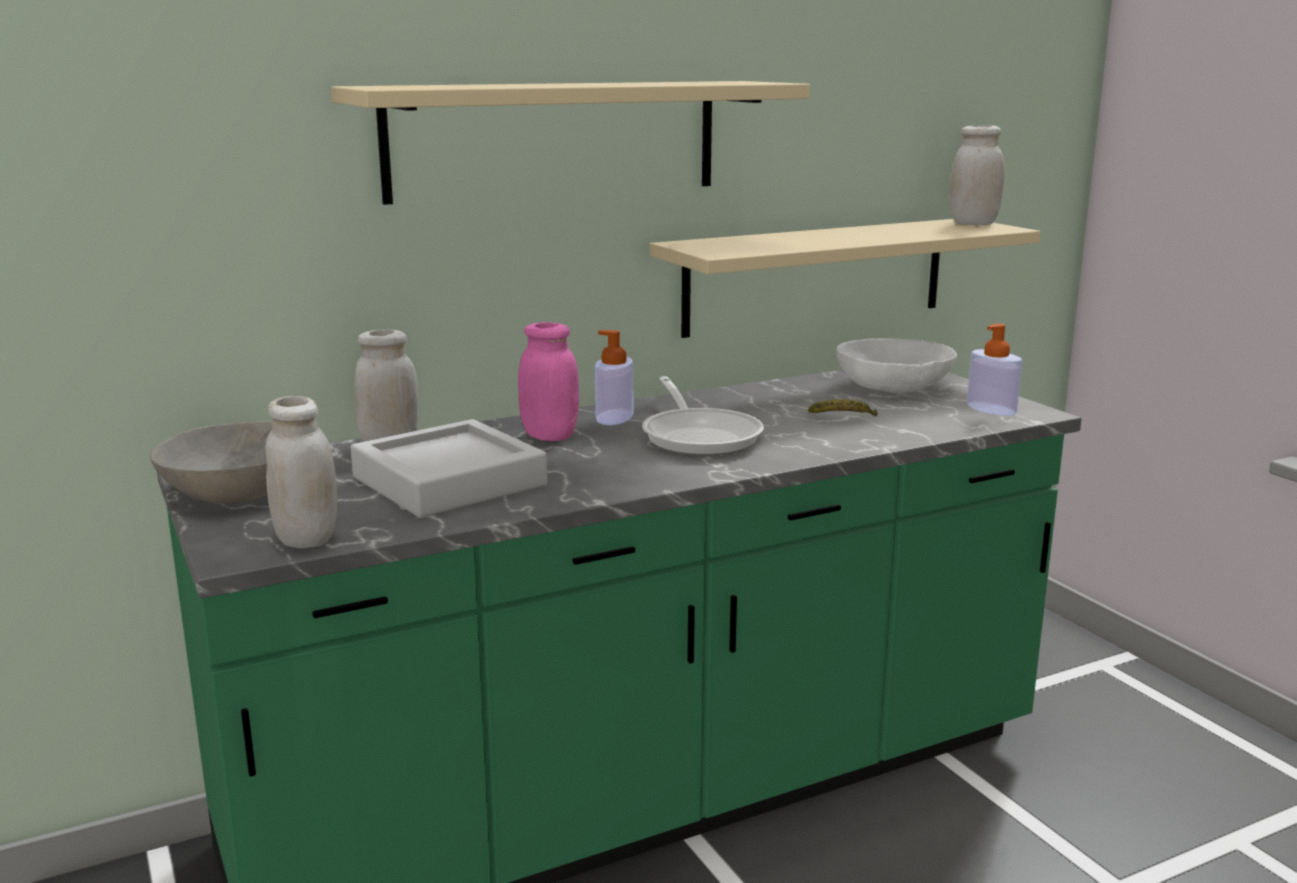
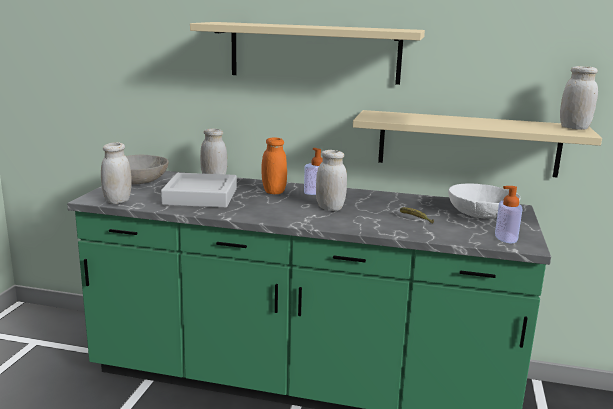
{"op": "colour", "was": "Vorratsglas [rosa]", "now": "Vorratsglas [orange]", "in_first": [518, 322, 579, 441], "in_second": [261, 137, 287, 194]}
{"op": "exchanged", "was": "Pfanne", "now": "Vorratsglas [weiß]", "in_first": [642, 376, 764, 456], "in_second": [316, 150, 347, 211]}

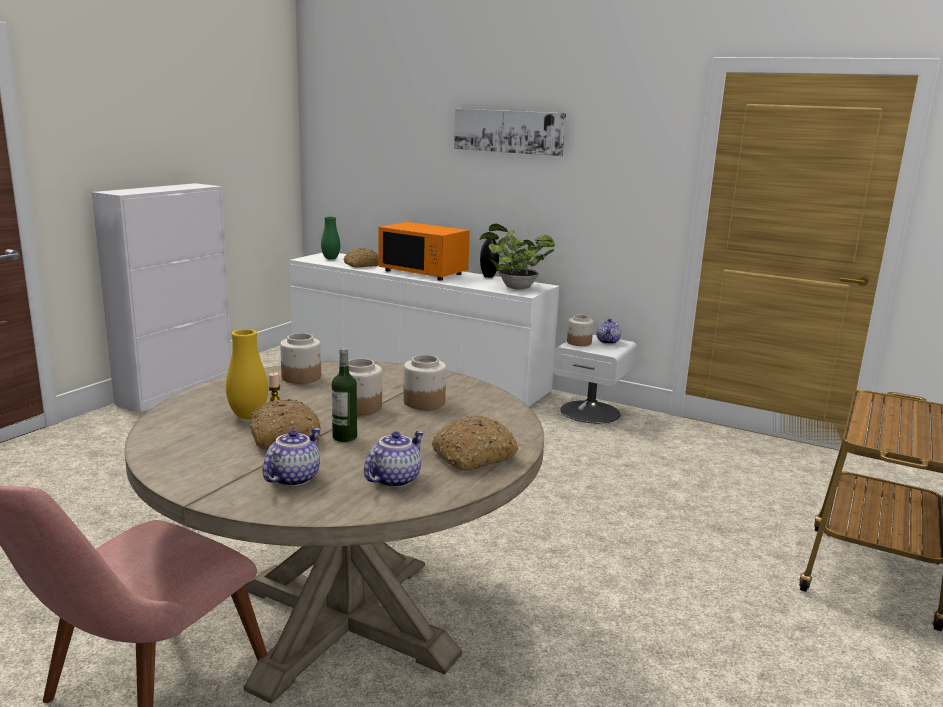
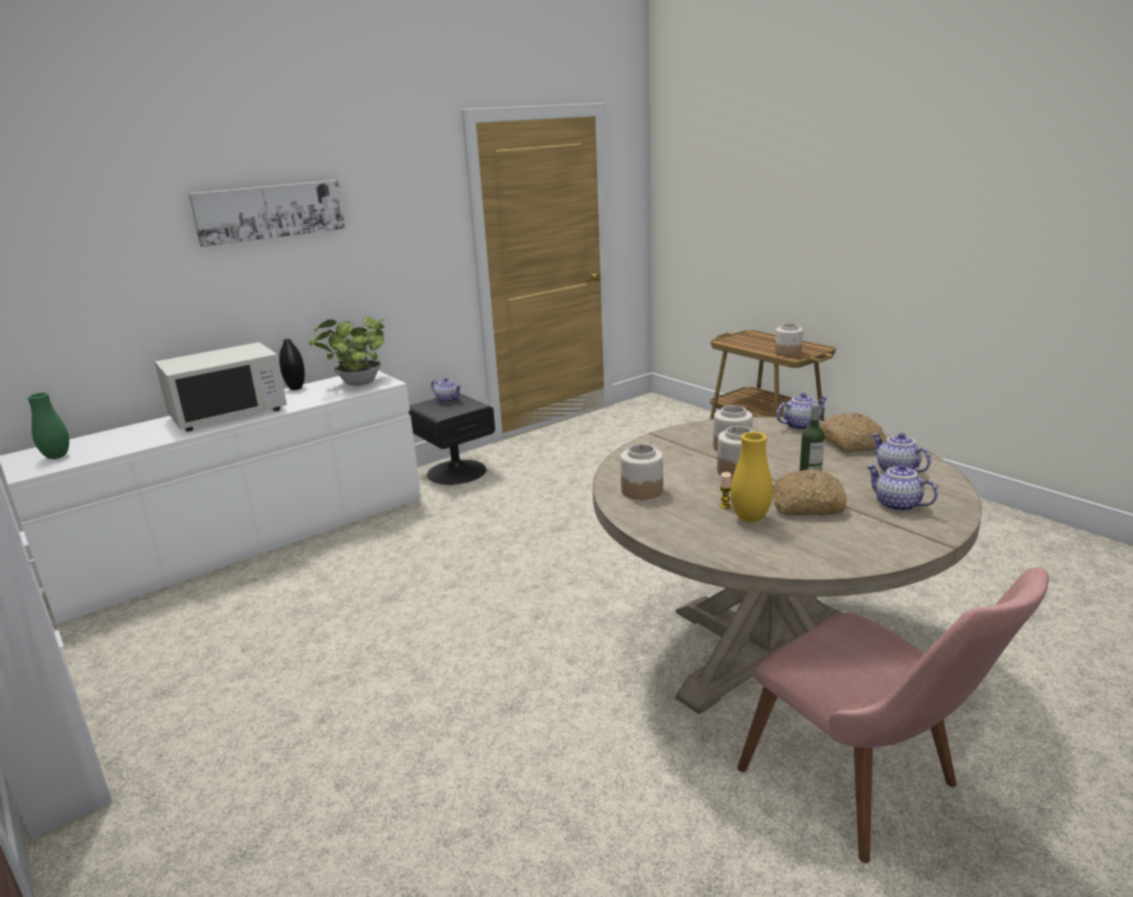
{"op": "colour", "was": "Mikrowelle [orange]", "now": "Mikrowelle [weiß]", "in_first": [378, 222, 470, 280], "in_second": [155, 342, 287, 432]}
{"op": "missing", "was": "Brot", "in_first": [344, 248, 378, 268]}
{"op": "relocated", "was": "Vorratsglas", "in_first": [567, 315, 594, 346], "in_second": [775, 323, 803, 356]}
{"op": "colour", "was": "Nachttisch [weiß]", "now": "Nachttisch [schwarz]", "in_first": [553, 335, 637, 423], "in_second": [409, 393, 495, 485]}
{"op": "appeared", "now": "Teekanne", "in_second": [776, 393, 828, 430]}

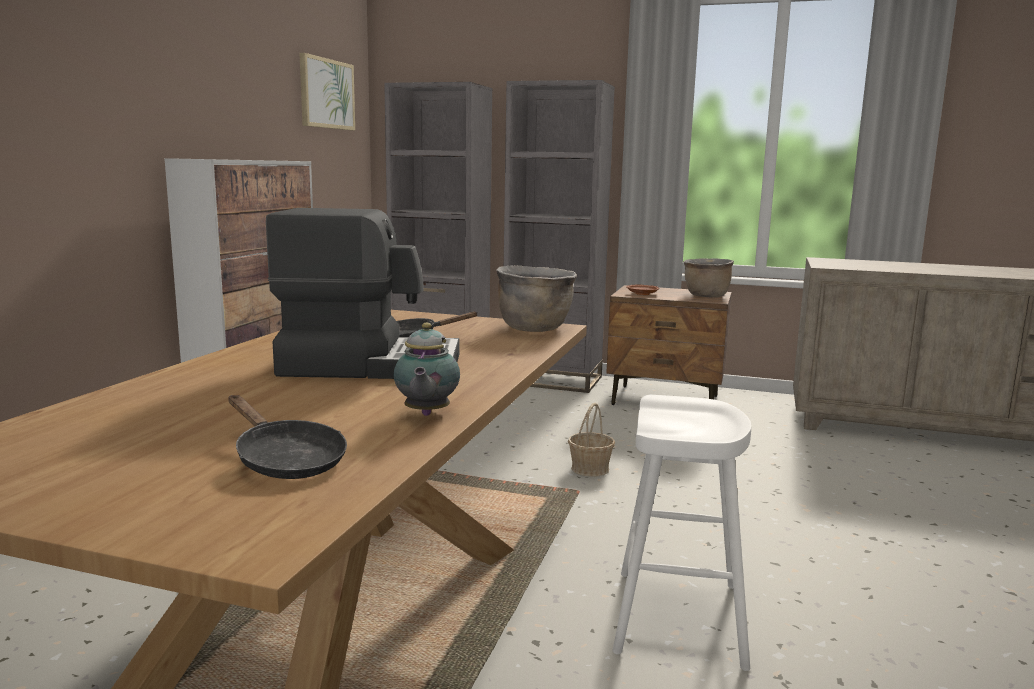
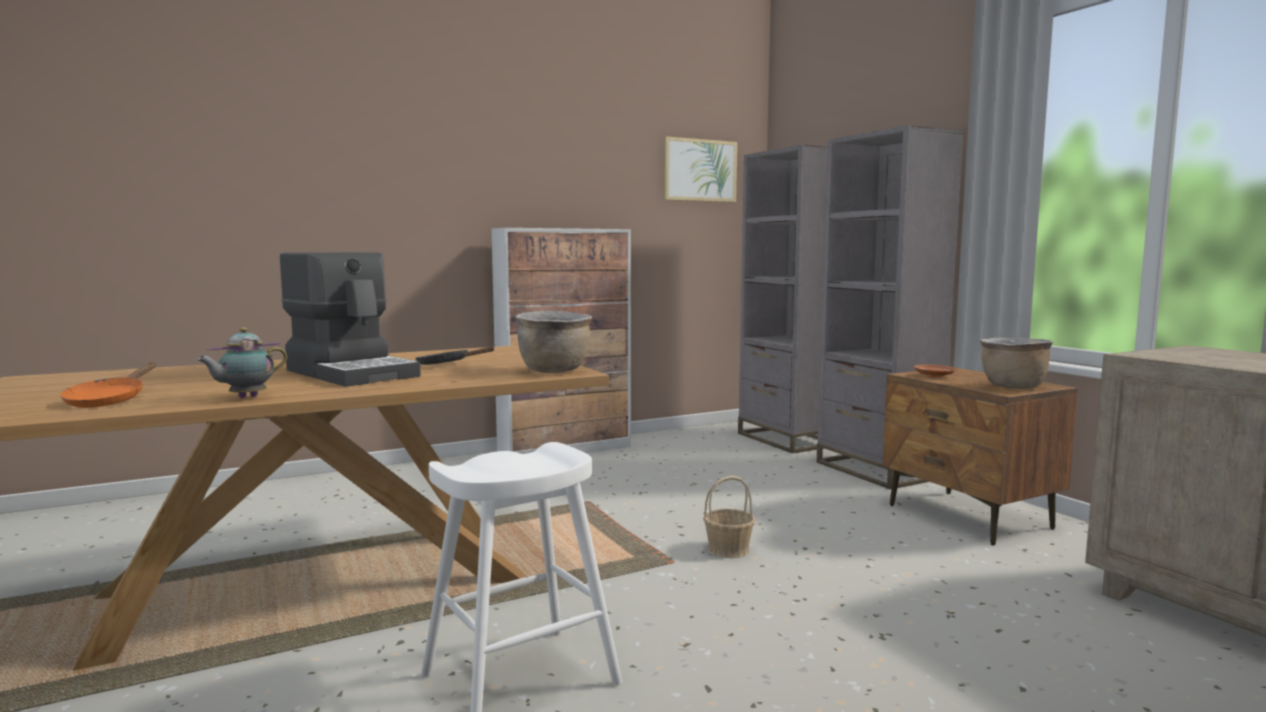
{"op": "colour", "was": "Pfanne [schwarz]", "now": "Pfanne [orange]", "in_first": [229, 395, 347, 479], "in_second": [60, 363, 156, 408]}

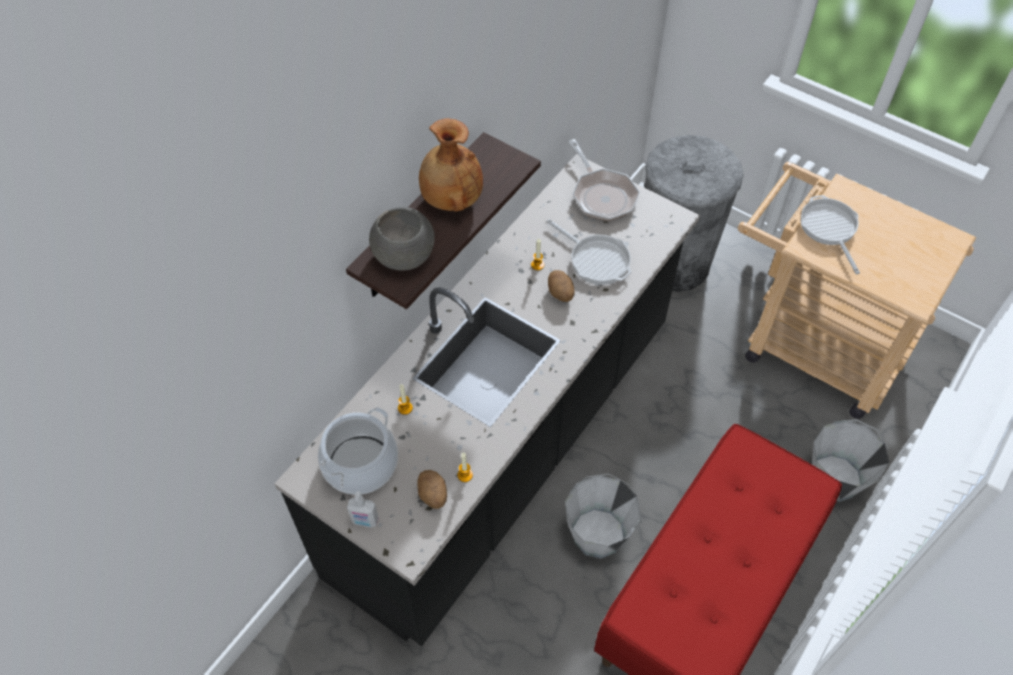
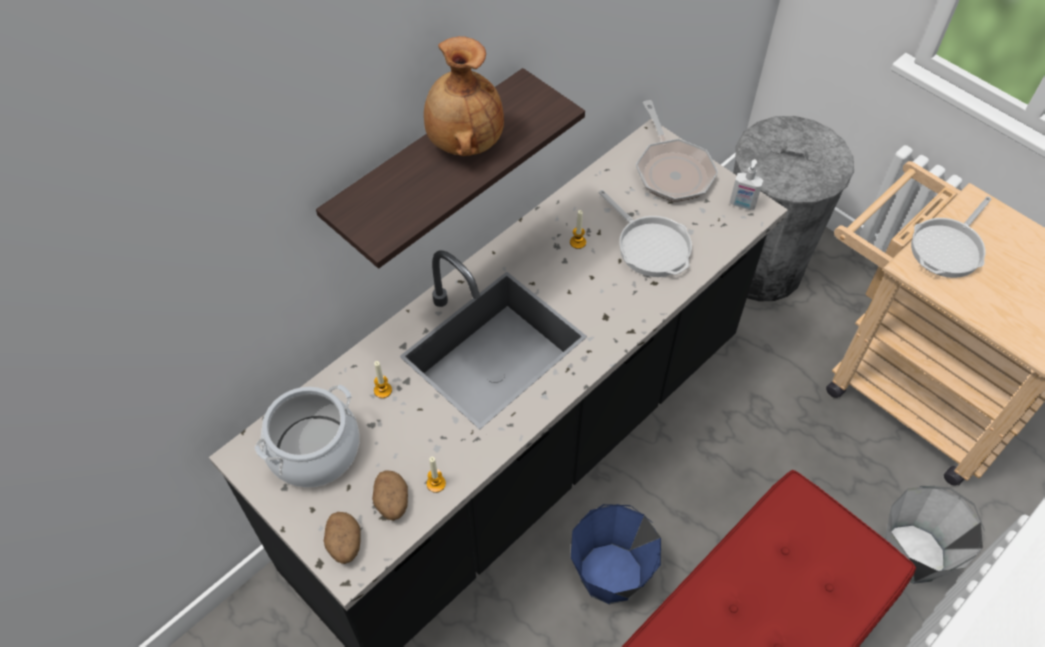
{"op": "spun", "was": "Pfanne", "in_first": [800, 195, 860, 274], "in_second": [911, 196, 991, 278], "clockwise": -135}
{"op": "missing", "was": "Schüssel [grau]", "in_first": [369, 207, 435, 271]}
{"op": "relocated", "was": "Kartoffel", "in_first": [548, 270, 574, 302], "in_second": [324, 512, 361, 564]}
{"op": "colour", "was": "Eimer [grau]", "now": "Eimer [blau]", "in_first": [565, 474, 641, 559], "in_second": [571, 504, 661, 605]}
{"op": "relocated", "was": "Seifenspender", "in_first": [347, 491, 379, 528], "in_second": [730, 159, 763, 210]}

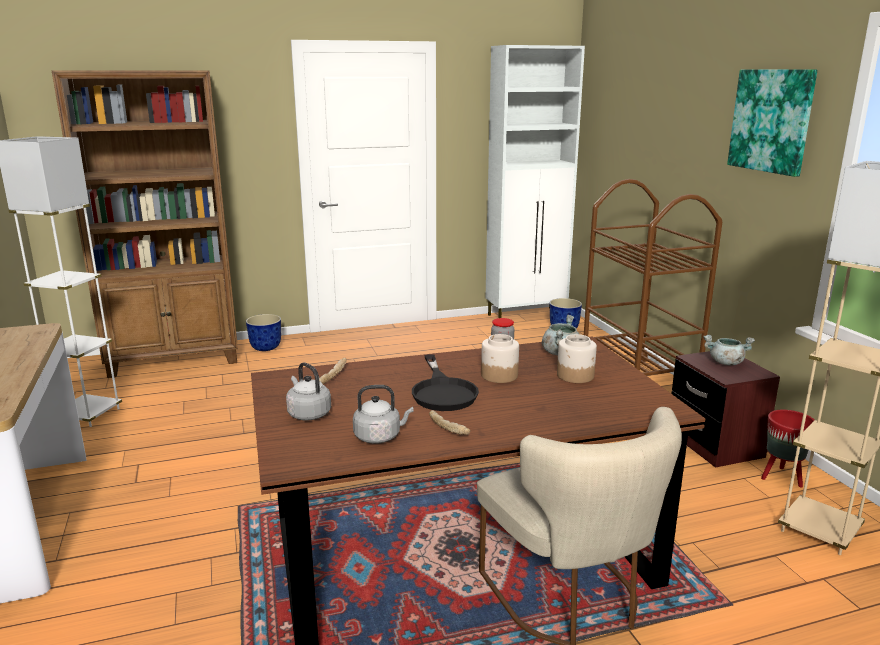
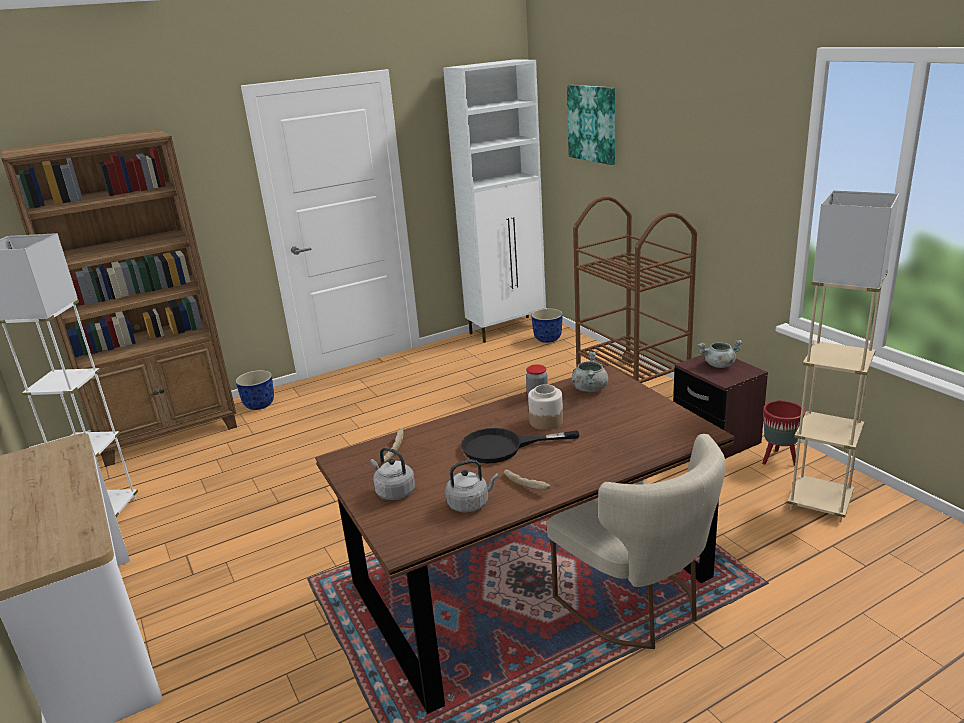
{"op": "relocated", "was": "Bild", "in_first": [727, 69, 817, 177], "in_second": [567, 85, 615, 165]}
{"op": "missing", "was": "Vorratsglas", "in_first": [557, 334, 597, 383]}
{"op": "spun", "was": "Pfanne [schwarz]", "in_first": [412, 354, 479, 411], "in_second": [461, 428, 579, 463], "clockwise": 105}

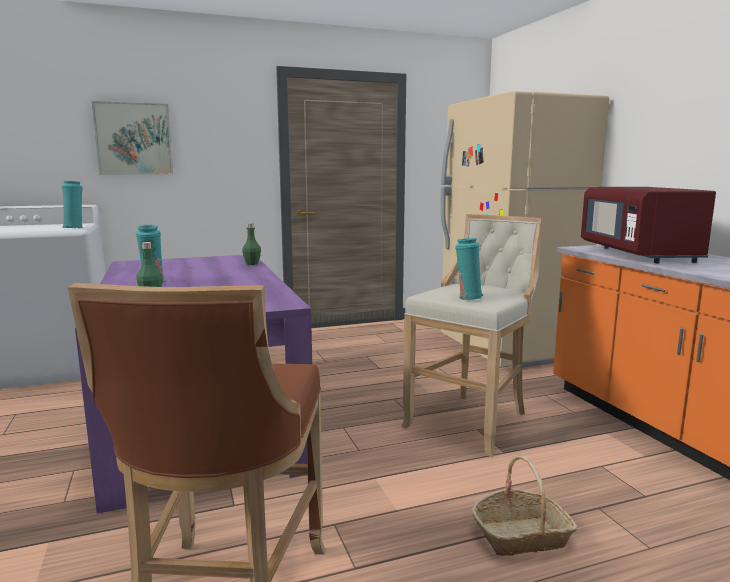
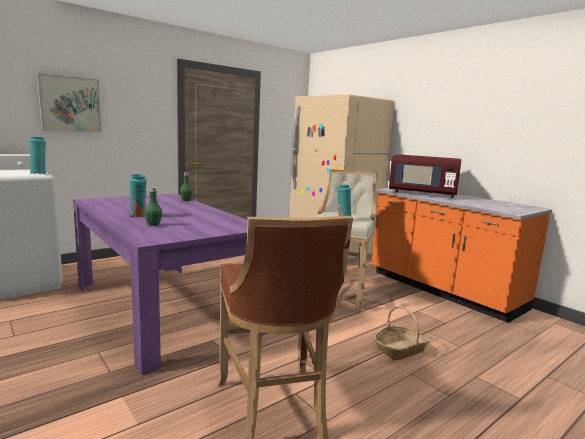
{"op": "spun", "was": "Mikrowelle [rot]", "in_first": [581, 187, 716, 263], "in_second": [389, 154, 461, 198], "clockwise": -45}

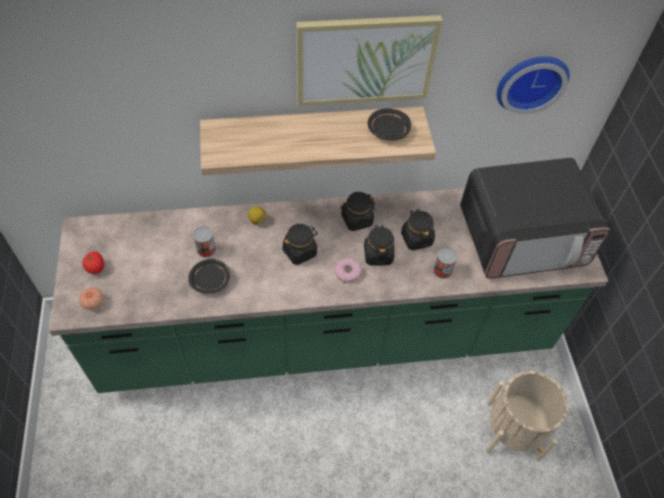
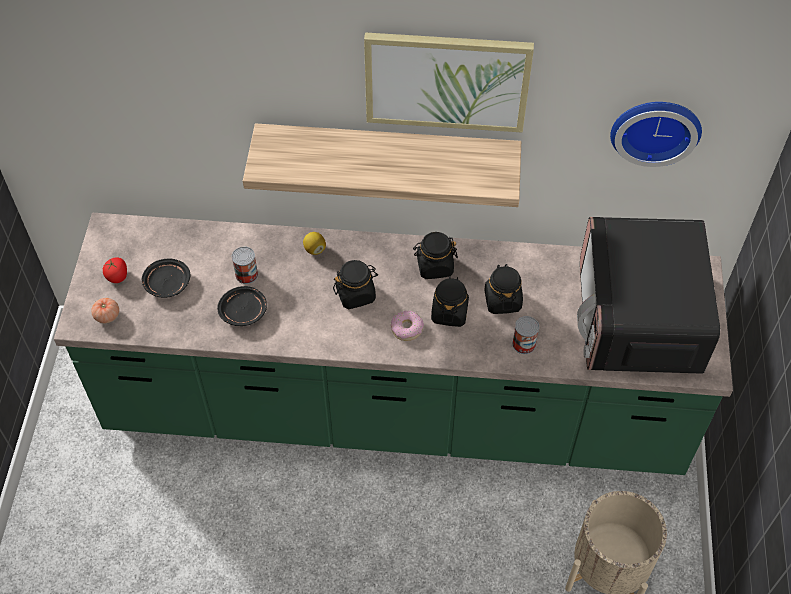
{"op": "relocated", "was": "Teller [schwarz]", "in_first": [368, 108, 411, 140], "in_second": [142, 259, 190, 298]}
{"op": "spun", "was": "Mikrowelle", "in_first": [460, 158, 611, 279], "in_second": [577, 217, 720, 374], "clockwise": 90}

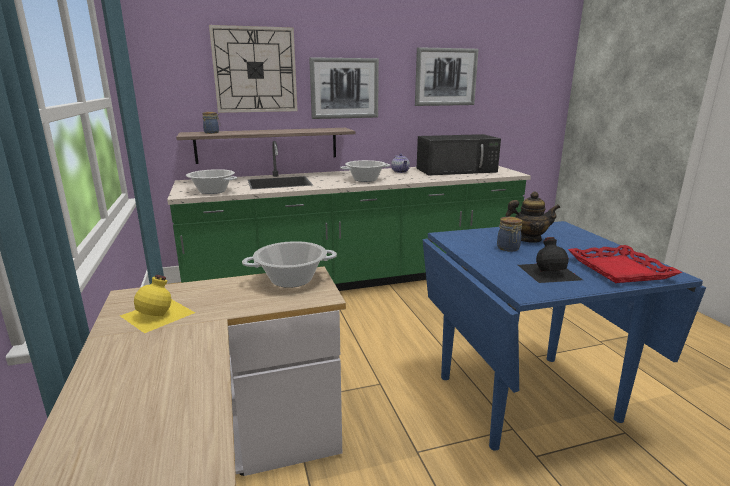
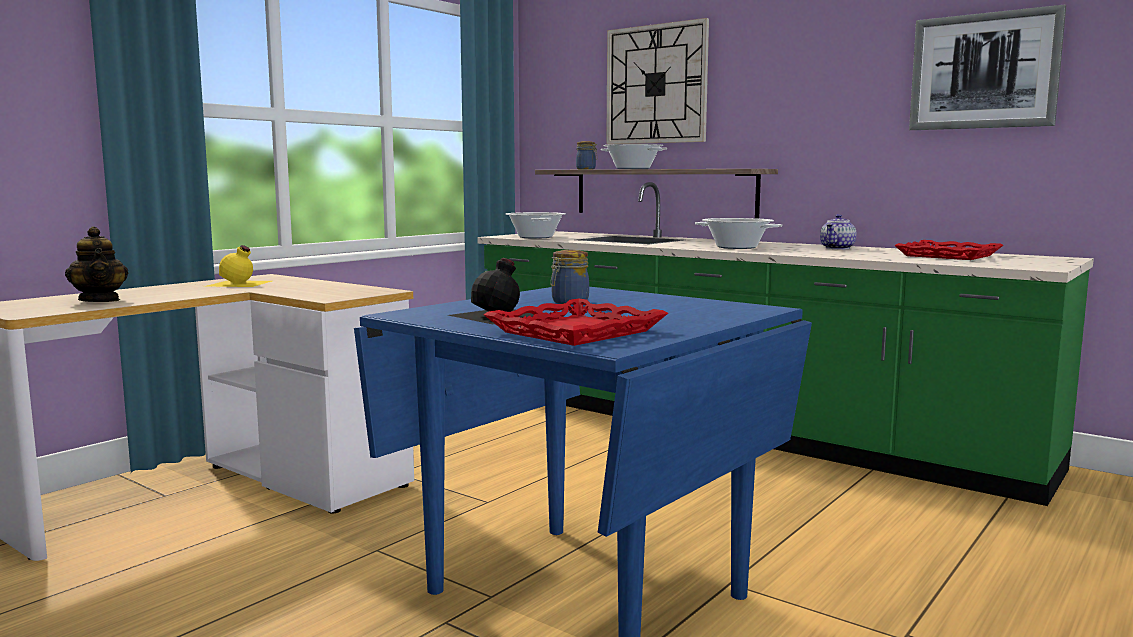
{"op": "missing", "was": "Bild", "in_first": [309, 57, 379, 119]}
{"op": "exchanged", "was": "Mikrowelle [schwarz]", "now": "Tablett [rot]", "in_first": [417, 134, 501, 175], "in_second": [894, 240, 1003, 260]}
{"op": "relocated", "was": "Teekanne", "in_first": [506, 191, 561, 243], "in_second": [65, 226, 128, 302]}
{"op": "relocated", "was": "Kochtopf", "in_first": [242, 241, 337, 288], "in_second": [601, 144, 667, 169]}

